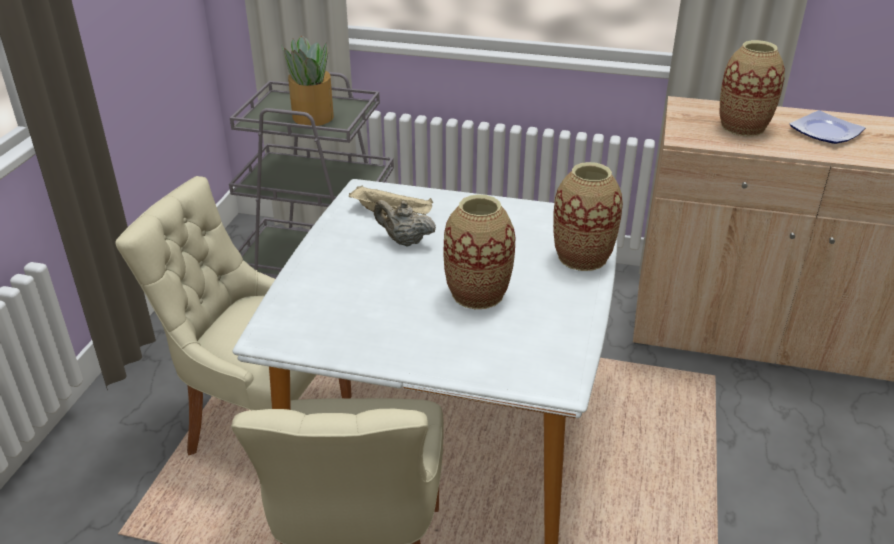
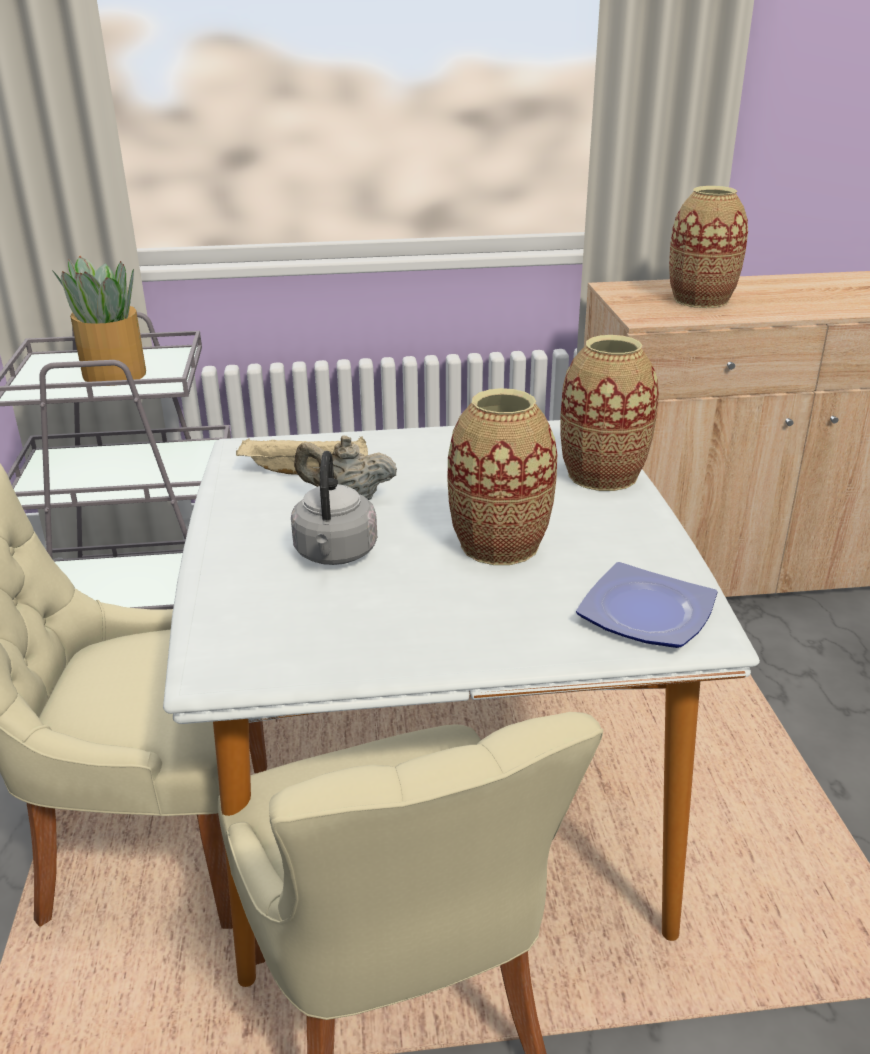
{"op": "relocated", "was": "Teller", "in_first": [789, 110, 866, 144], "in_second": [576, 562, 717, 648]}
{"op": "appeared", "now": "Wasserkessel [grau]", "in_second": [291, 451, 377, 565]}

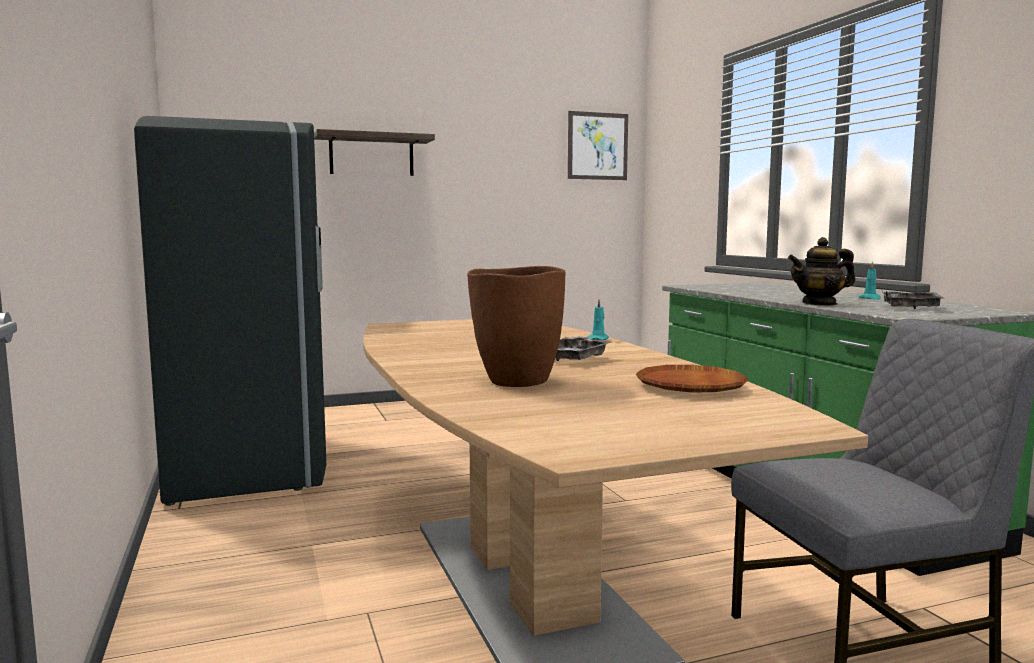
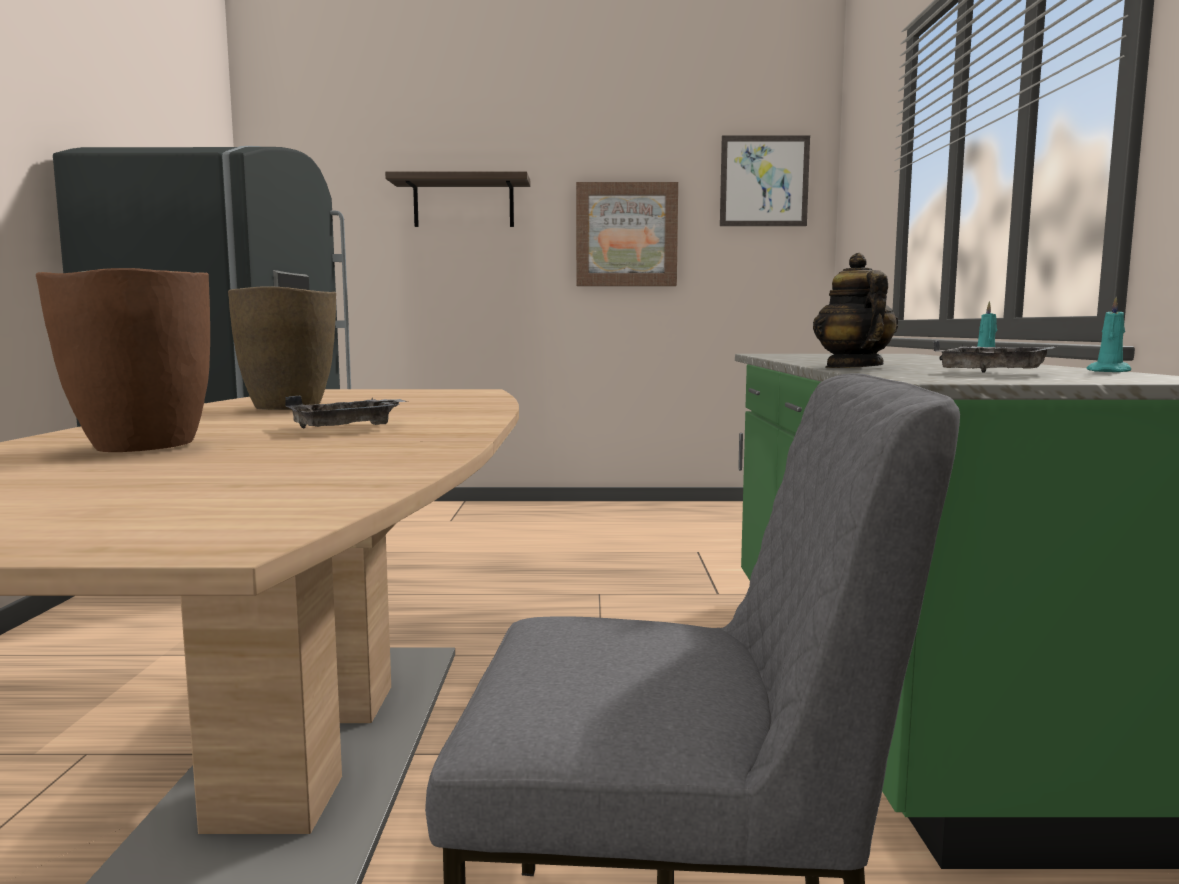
{"op": "spun", "was": "Teekanne", "in_first": [788, 237, 856, 306], "in_second": [813, 253, 898, 368], "clockwise": 75}
{"op": "relocated", "was": "Kerze [türkis]", "in_first": [588, 299, 609, 340], "in_second": [1087, 297, 1131, 372]}
{"op": "missing", "was": "Teller [braun]", "in_first": [636, 365, 748, 392]}
{"op": "appeared", "now": "Bild", "in_second": [576, 182, 678, 286]}
{"op": "appeared", "now": "Vase [braun]", "in_second": [228, 286, 336, 410]}

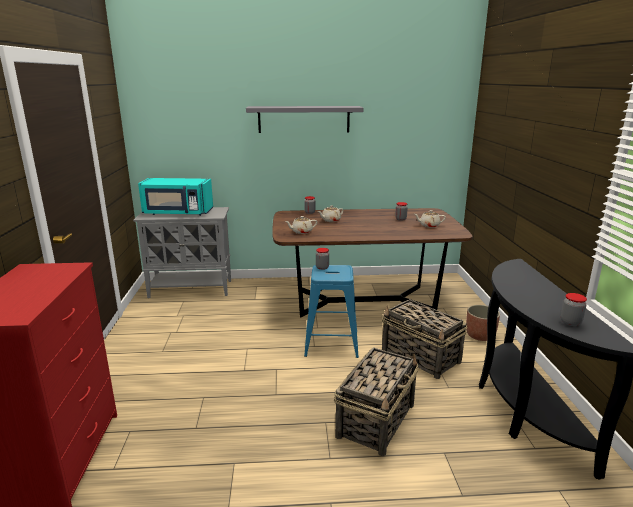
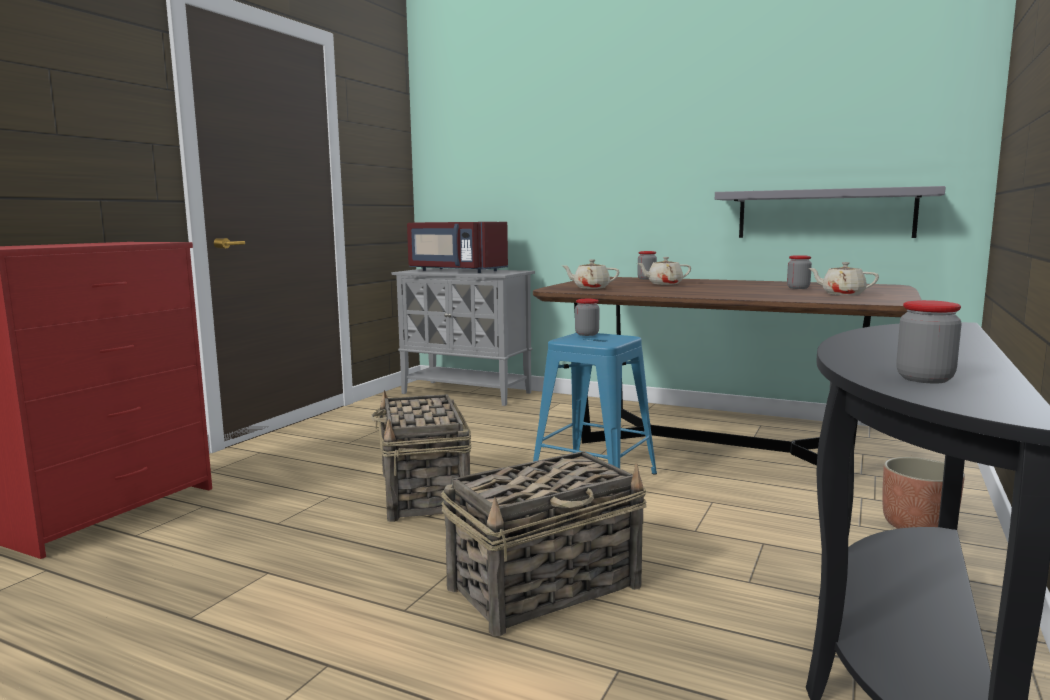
{"op": "relocated", "was": "Wandregal [grau]", "in_first": [246, 106, 364, 133], "in_second": [715, 186, 946, 238]}
{"op": "colour", "was": "Mikrowelle [türkis]", "now": "Mikrowelle [rot]", "in_first": [138, 178, 213, 216], "in_second": [407, 222, 508, 273]}
{"op": "relocated", "was": "Korb", "in_first": [382, 299, 467, 379], "in_second": [370, 390, 471, 522]}

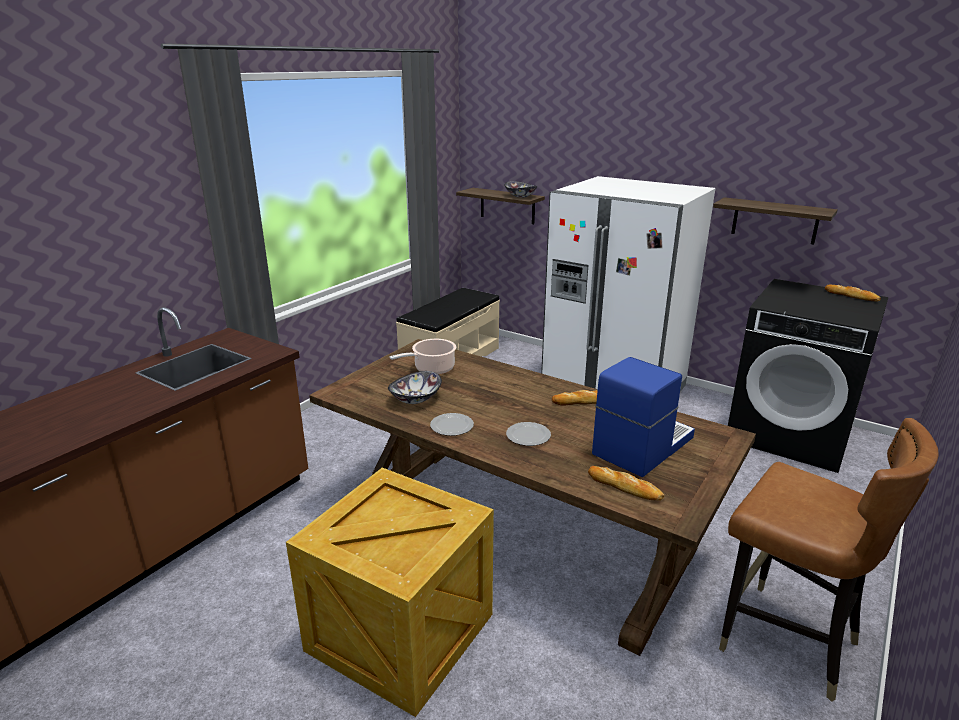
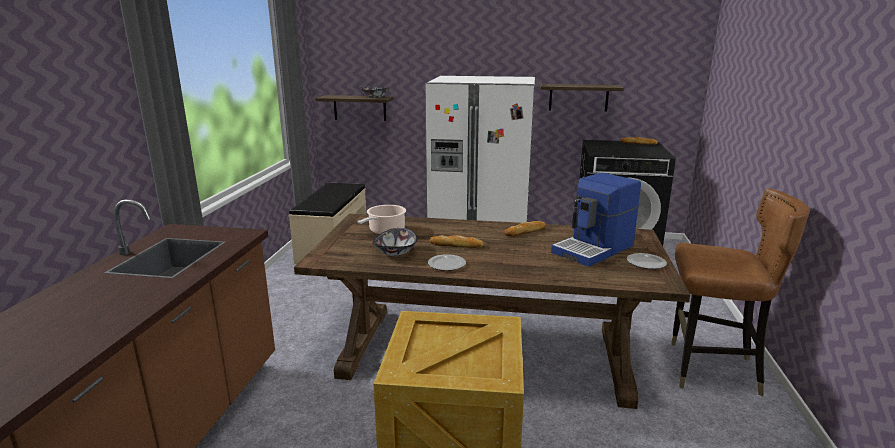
{"op": "spun", "was": "Kaffeemaschine", "in_first": [592, 357, 695, 477], "in_second": [551, 173, 641, 267], "clockwise": -150}
{"op": "relocated", "was": "Teller", "in_first": [506, 422, 551, 446], "in_second": [627, 253, 667, 269]}
{"op": "relocated", "was": "Brot", "in_first": [588, 466, 665, 501], "in_second": [430, 235, 484, 248]}

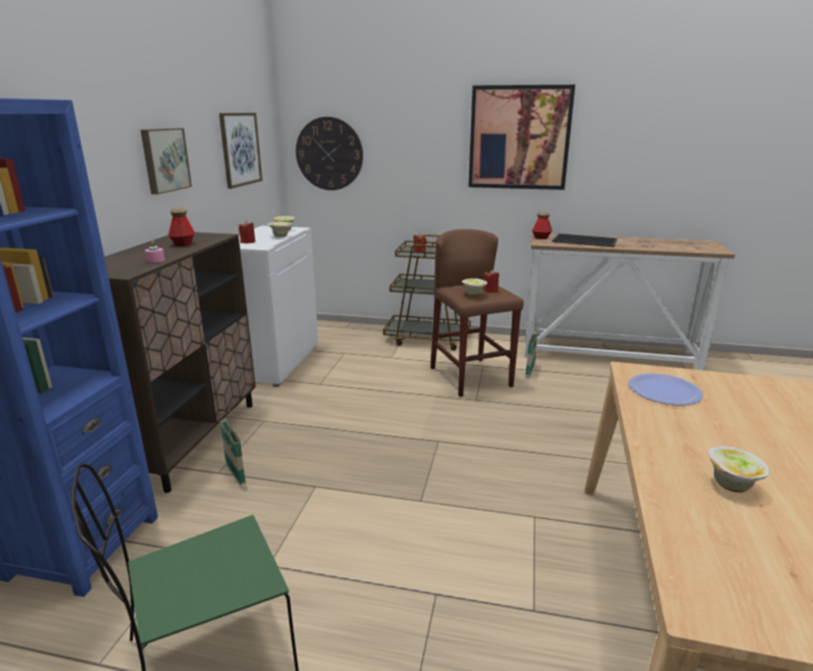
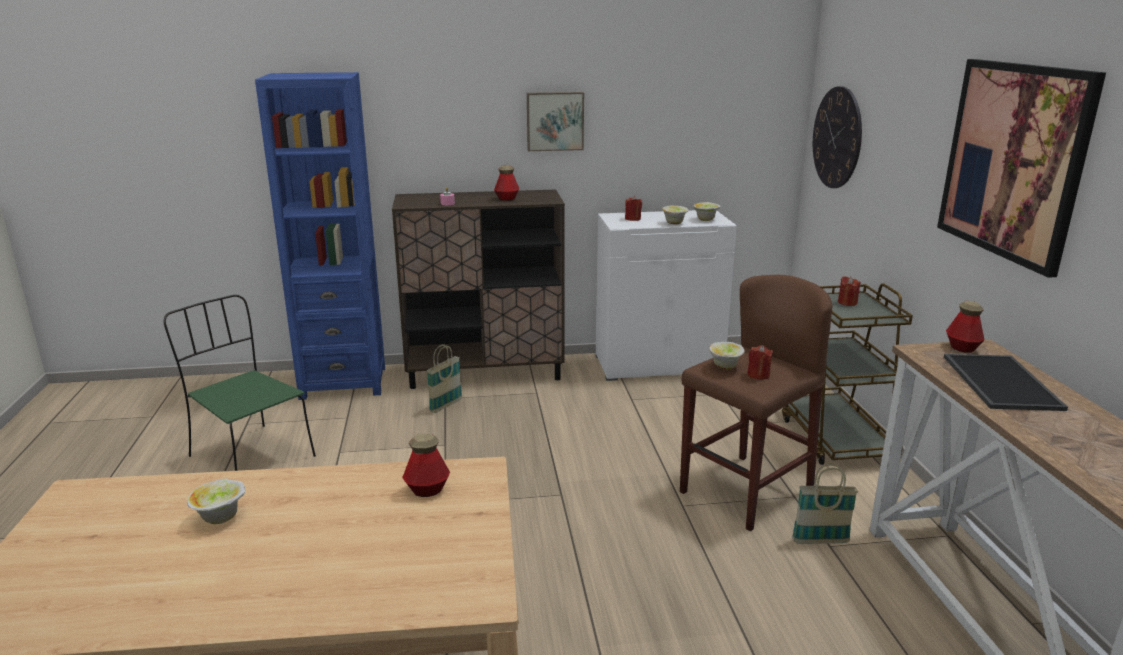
{"op": "missing", "was": "Bild", "in_first": [219, 113, 262, 189]}
{"op": "exchanged", "was": "Teller", "now": "Flasche", "in_first": [628, 373, 703, 405], "in_second": [402, 433, 450, 497]}

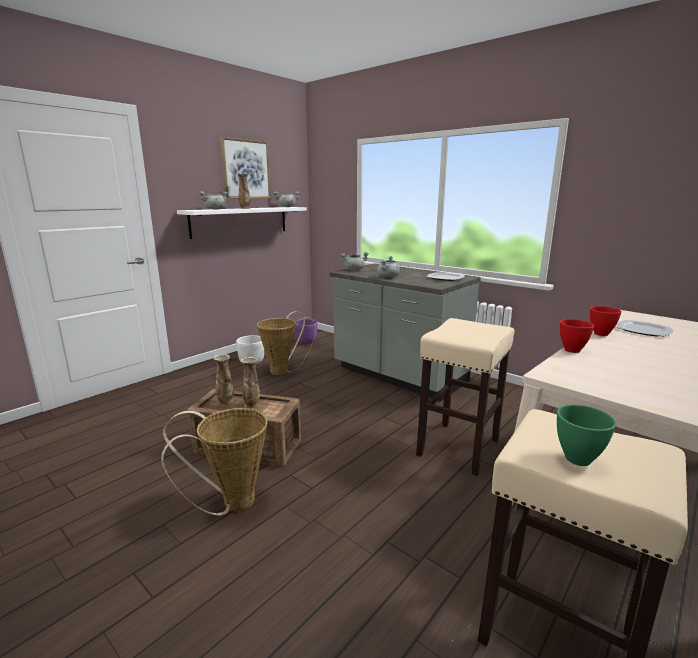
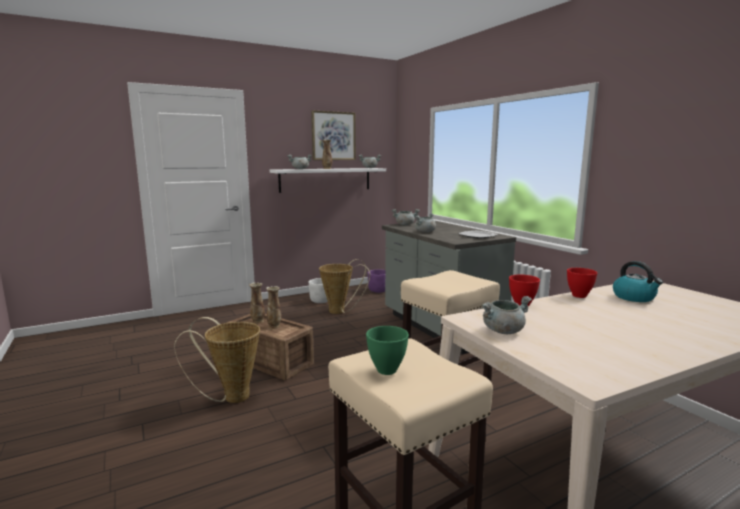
{"op": "exchanged", "was": "Teller", "now": "Wasserkessel", "in_first": [616, 320, 673, 337], "in_second": [613, 261, 663, 302]}
{"op": "appeared", "now": "Kochtopf [grau]", "in_second": [481, 296, 532, 334]}

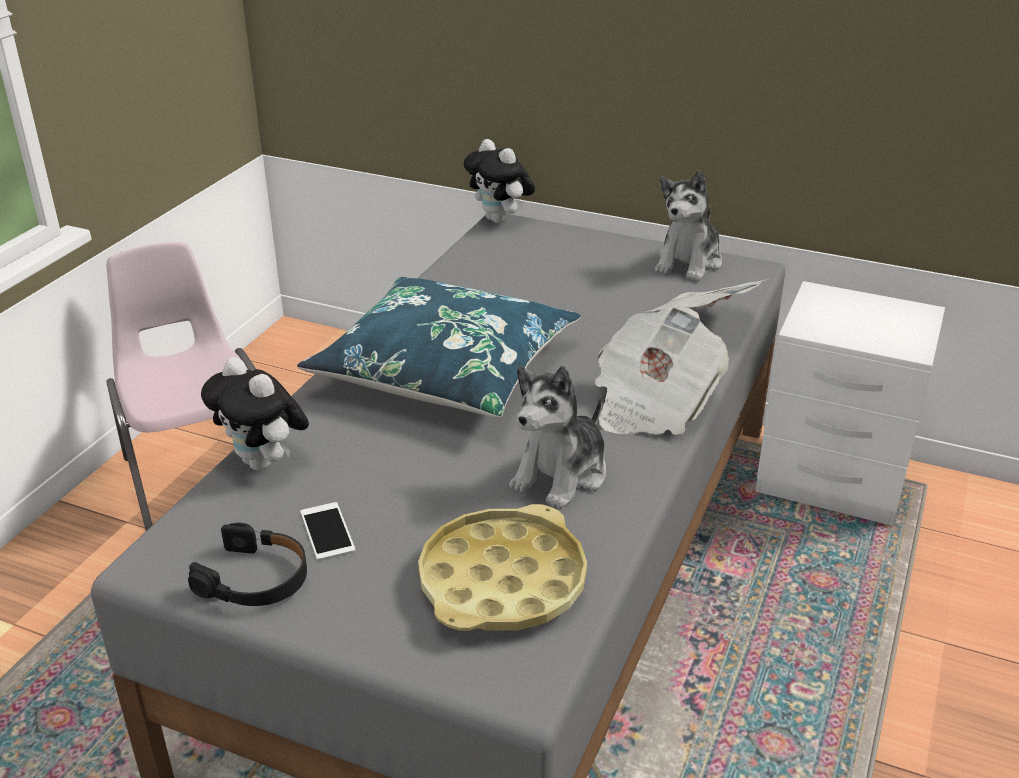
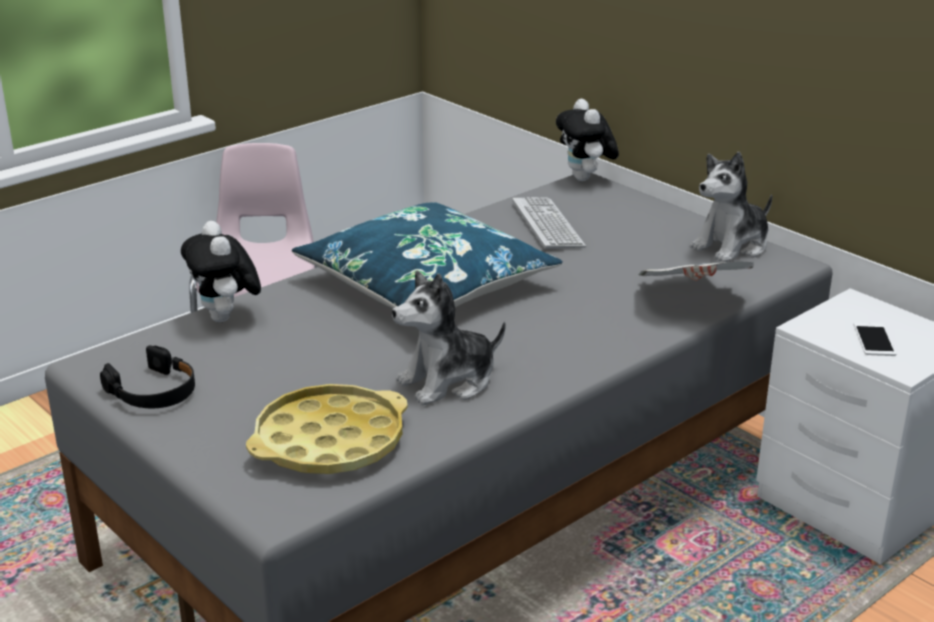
{"op": "missing", "was": "Zeitung", "in_first": [595, 306, 729, 435]}
{"op": "relocated", "was": "Handy", "in_first": [300, 502, 356, 560], "in_second": [853, 323, 896, 356]}
{"op": "appeared", "now": "Tastatur", "in_second": [512, 197, 586, 249]}

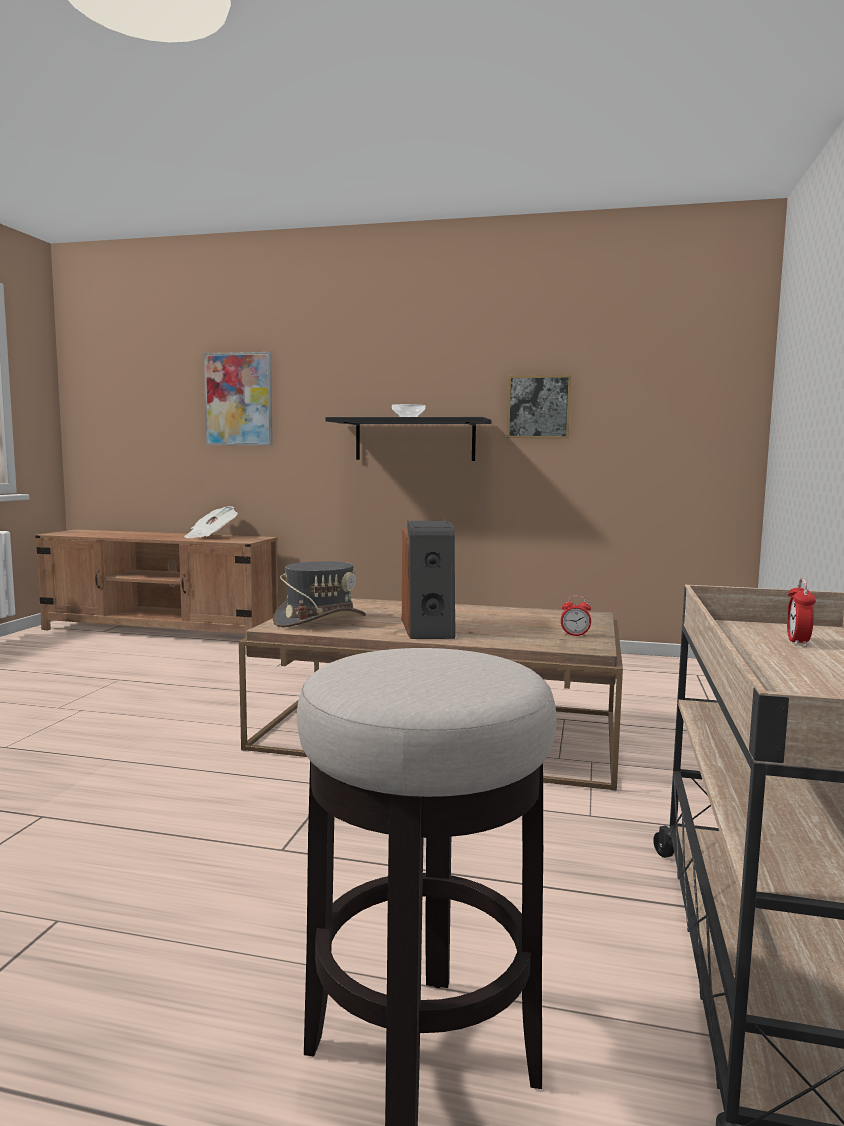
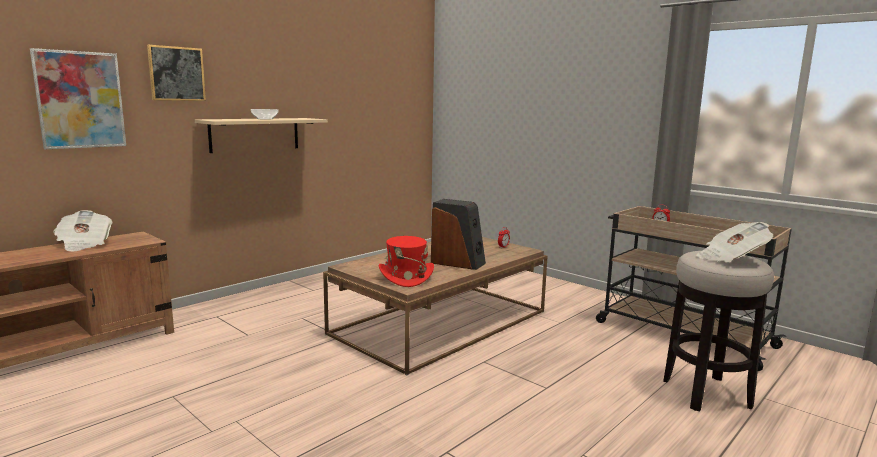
{"op": "relocated", "was": "Bild", "in_first": [507, 375, 571, 438], "in_second": [147, 45, 206, 101]}
{"op": "colour", "was": "Wandregal [schwarz]", "now": "Wandregal [beige]", "in_first": [325, 417, 491, 461], "in_second": [195, 118, 328, 153]}
{"op": "colour", "was": "Hut [grau]", "now": "Hut [rot]", "in_first": [273, 561, 366, 627], "in_second": [379, 236, 434, 287]}
{"op": "appeared", "now": "Zeitung", "in_second": [696, 222, 773, 262]}

